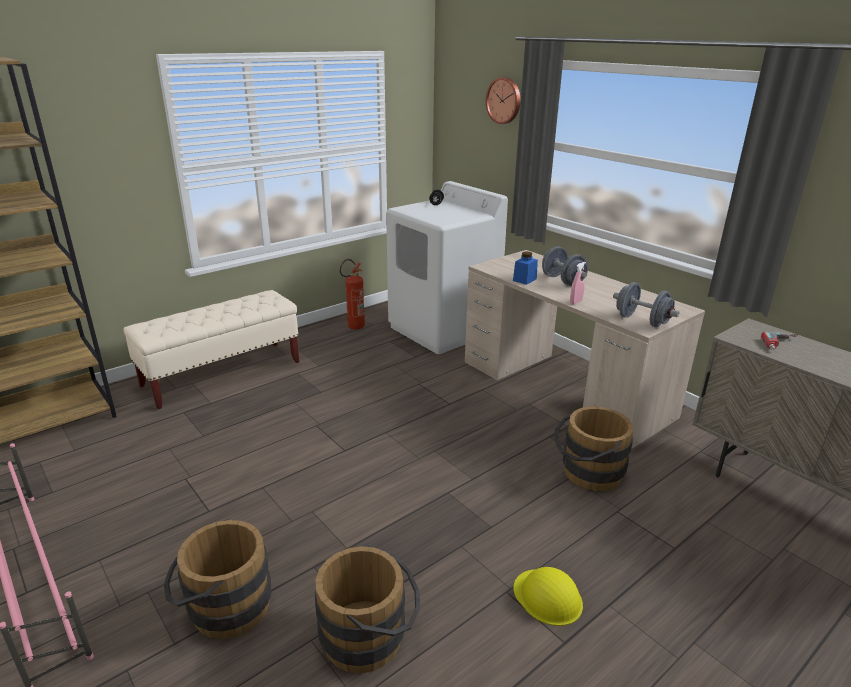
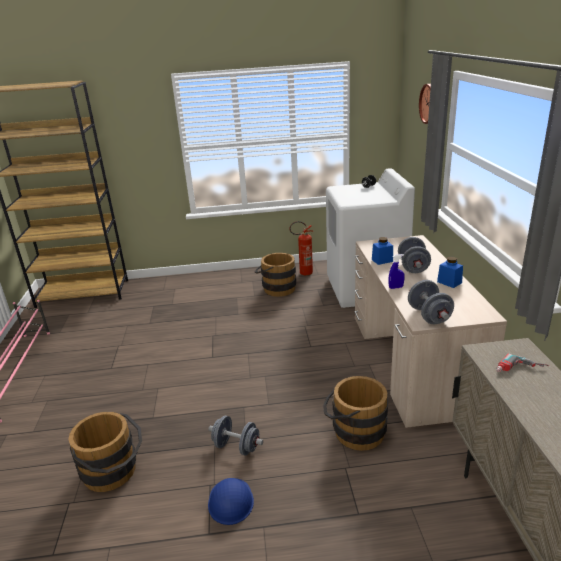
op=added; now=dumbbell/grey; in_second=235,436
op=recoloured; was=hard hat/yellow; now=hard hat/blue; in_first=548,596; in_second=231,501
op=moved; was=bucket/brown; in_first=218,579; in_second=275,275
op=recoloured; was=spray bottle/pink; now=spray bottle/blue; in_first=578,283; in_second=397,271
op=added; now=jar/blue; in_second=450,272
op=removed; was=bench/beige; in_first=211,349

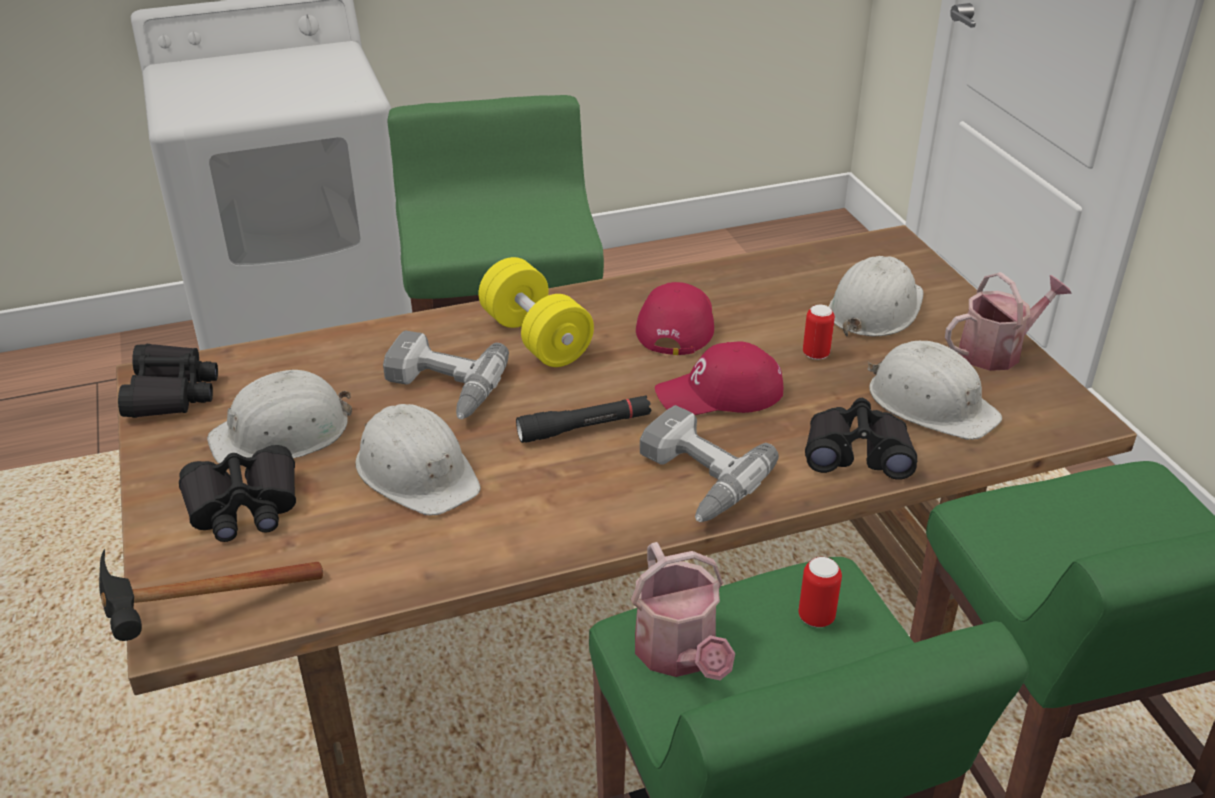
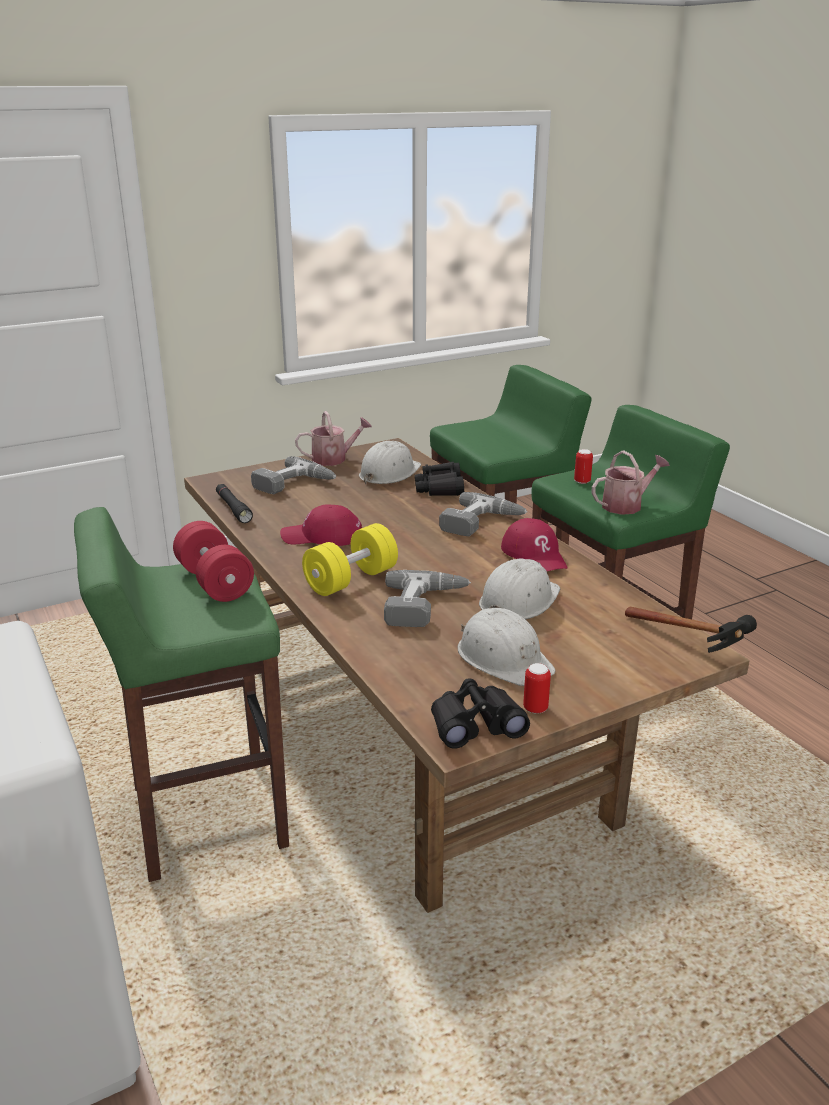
op=added; now=dumbbell/red; in_second=213,561
op=moved; was=flashlight/black; in_first=583,419; in_second=234,503
op=replaced; was=hard hat/white; now=power drill; in_first=876,296; in_second=293,475
op=turned; was=watering can; in_first=1008,321; in_second=333,438; clockwise=105
op=moved; was=cap/red; in_first=719,378; in_second=534,544
op=moved; was=can; in_first=819,332; in_second=537,688
op=removed; was=binoculars/black; in_first=237,493

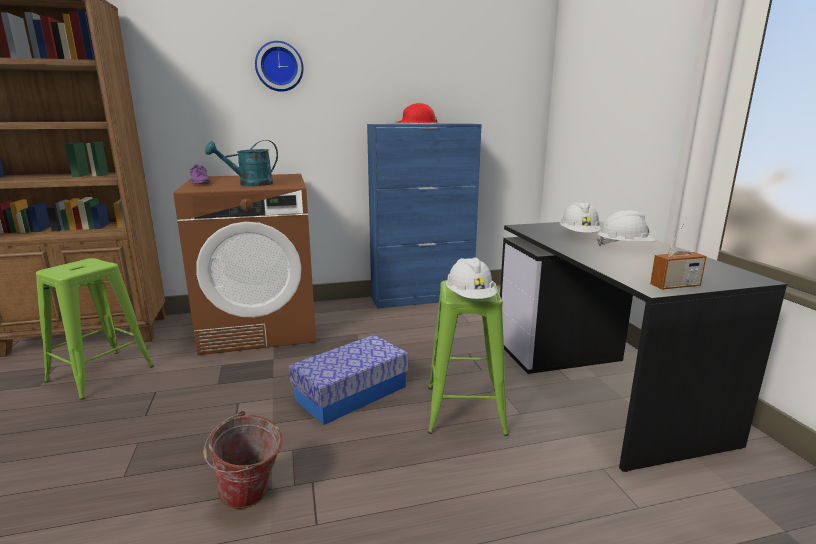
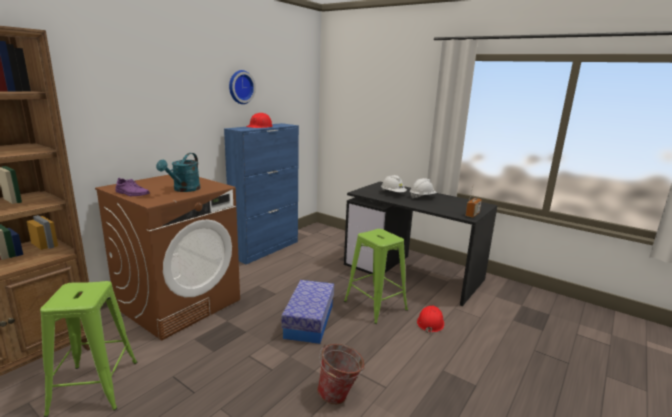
op=moved; was=wall clock; in_first=279,66; in_second=242,87
op=added; now=hard hat/red; in_second=430,319
op=removed; was=hard hat/white; in_first=471,278

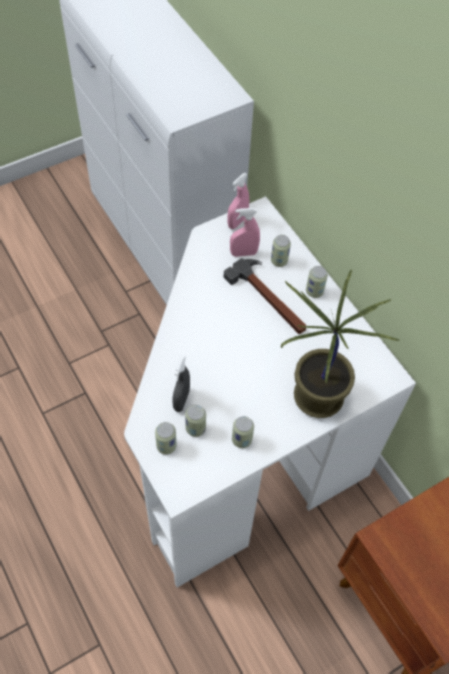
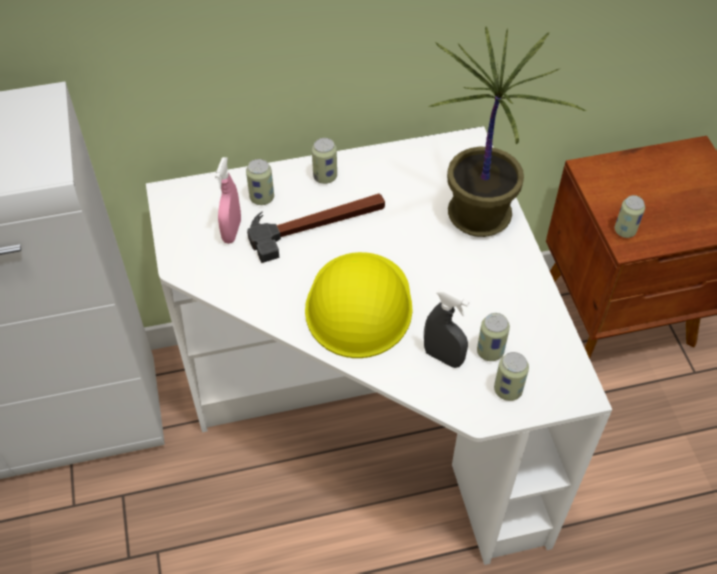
op=added; now=hard hat/yellow; in_second=359,305
op=moved; was=can; in_first=243,432; in_second=630,216
op=removed; was=spray bottle/pink; in_first=238,201

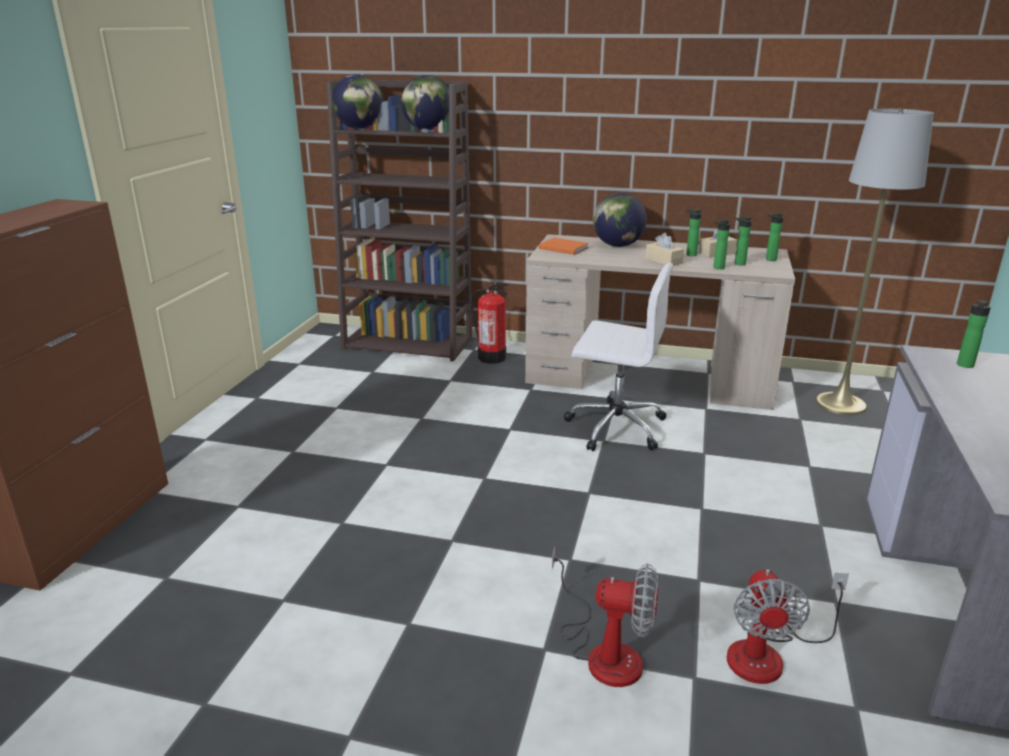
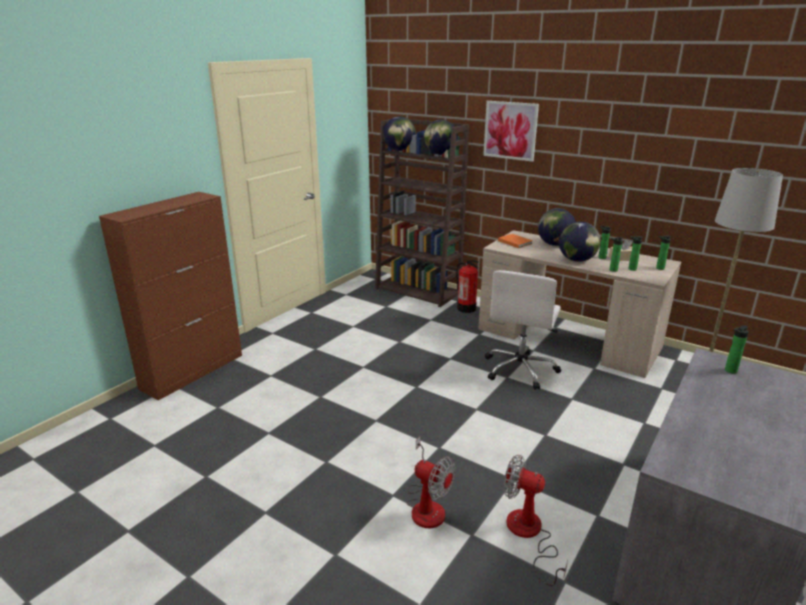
op=added; now=picture; in_second=511,131
op=turned; was=office chair/white; in_first=618,357; in_second=523,330; clockwise=75
op=turned; was=fan; in_first=788,626; in_second=535,520; clockwise=90
op=replaced; was=tissue box/beige; now=globe; in_first=664,249; in_second=580,241

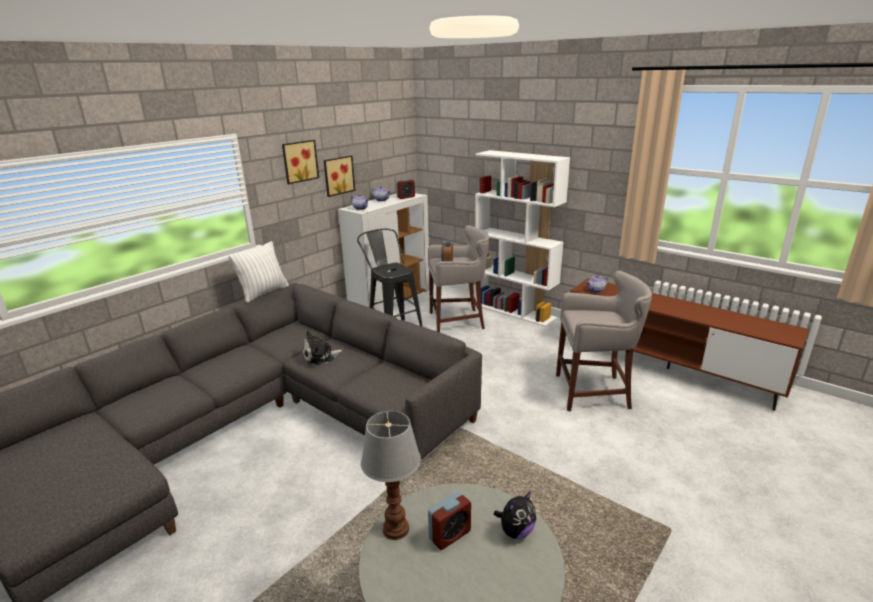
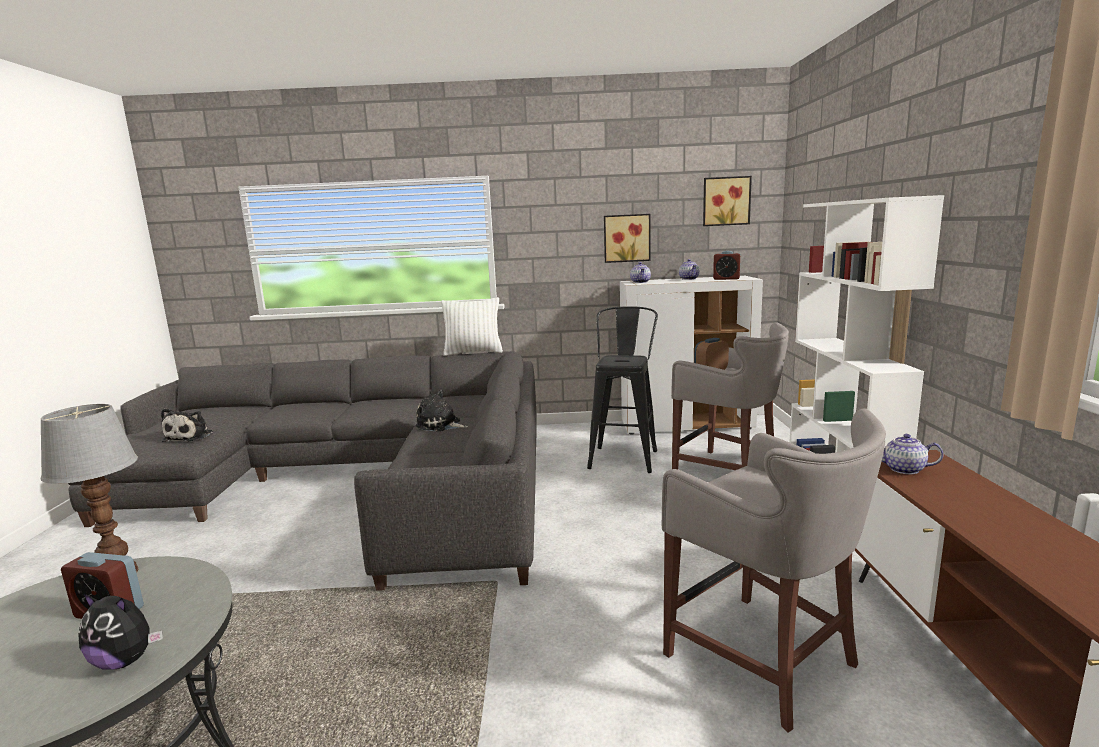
op=added; now=plush toy; in_second=187,425
op=moved; was=picture; in_first=300,162; in_second=727,201

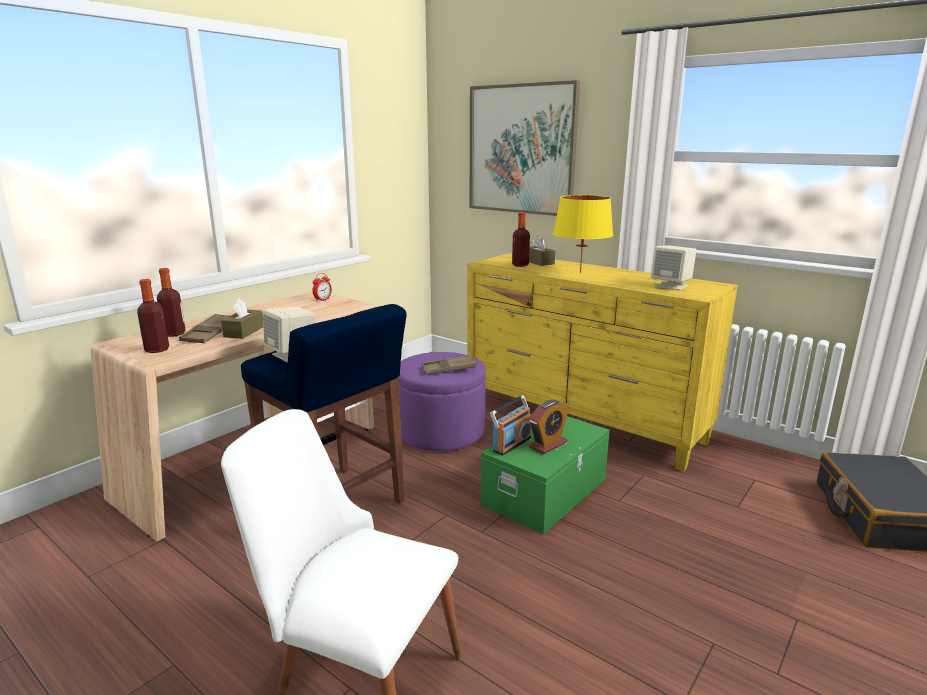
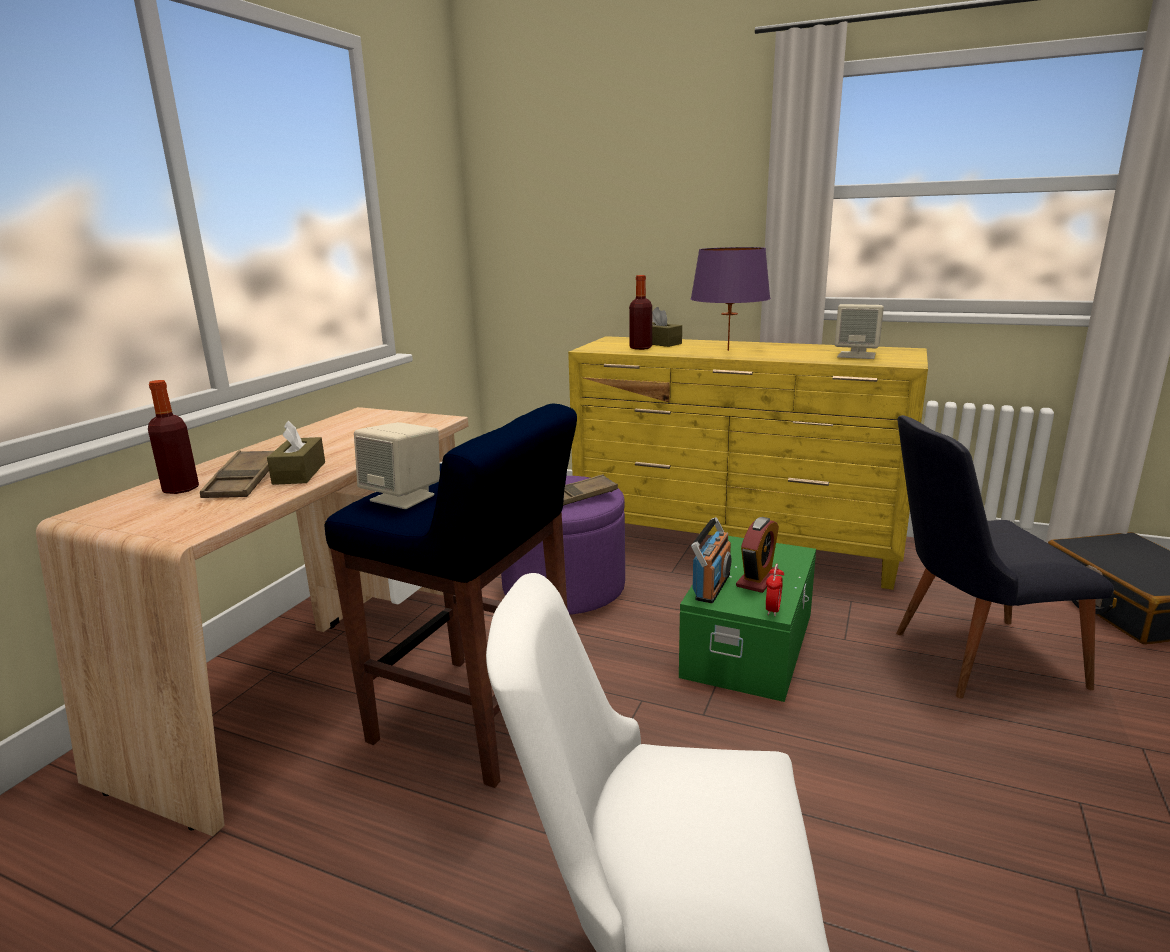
op=recoloured; was=table lamp/yellow; now=table lamp/purple; in_first=583,234; in_second=731,299
op=moved; was=alarm clock; in_first=322,287; in_second=775,590
op=added; now=chair/black; in_second=1005,556
op=removed; was=bottle; in_first=153,316
op=removed; was=picture; in_first=525,148

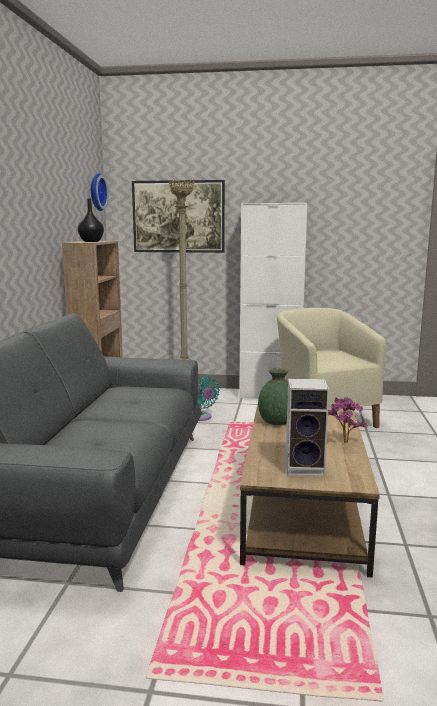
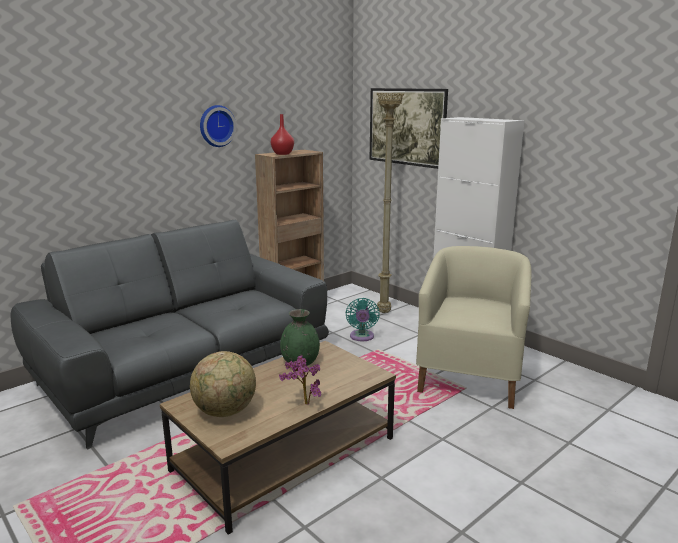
op=replaced; was=speaker; now=globe; in_first=307,427; in_second=223,384
op=moved; was=wall clock; in_first=99,192; in_second=218,126
op=recoloured; was=vase/black; now=vase/red; in_first=91,220; in_second=282,134

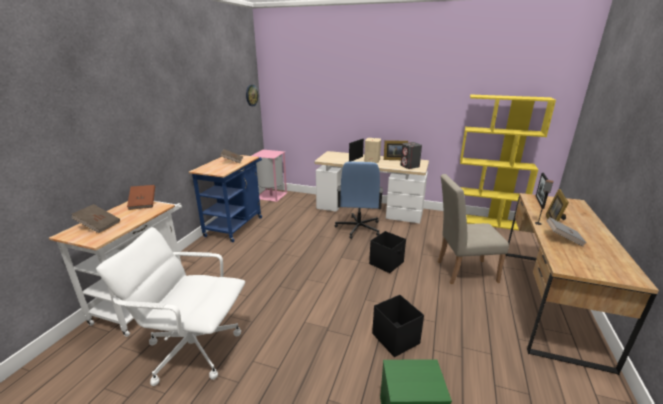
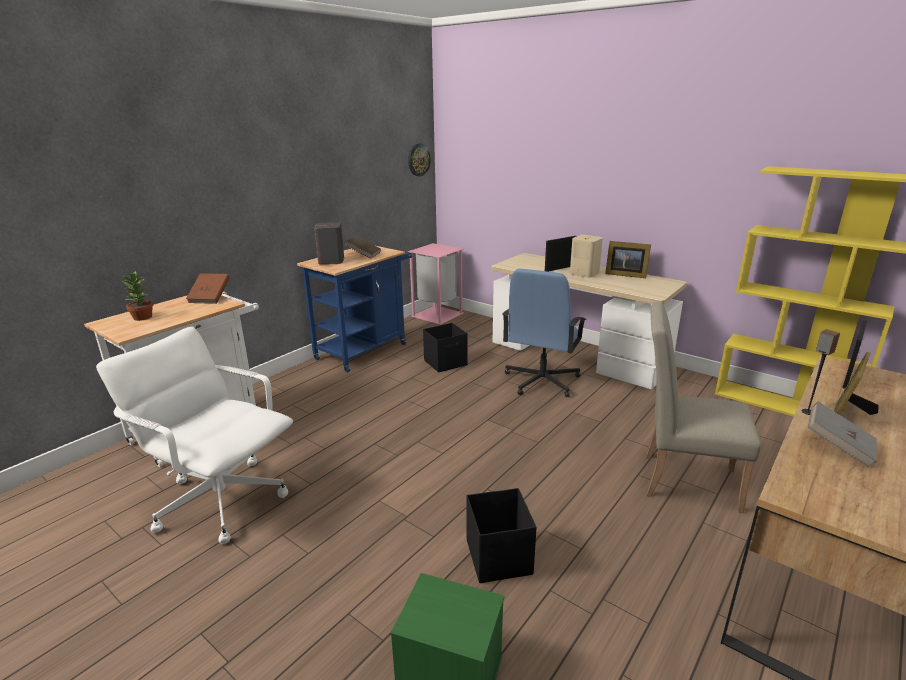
op=replaced; was=book/brown; now=potted plant; in_first=96,218; in_second=138,295
op=moved; was=speaker/grey; in_first=411,155; in_second=329,244
op=moved; was=storage box/black; in_first=387,252; in_second=445,348

